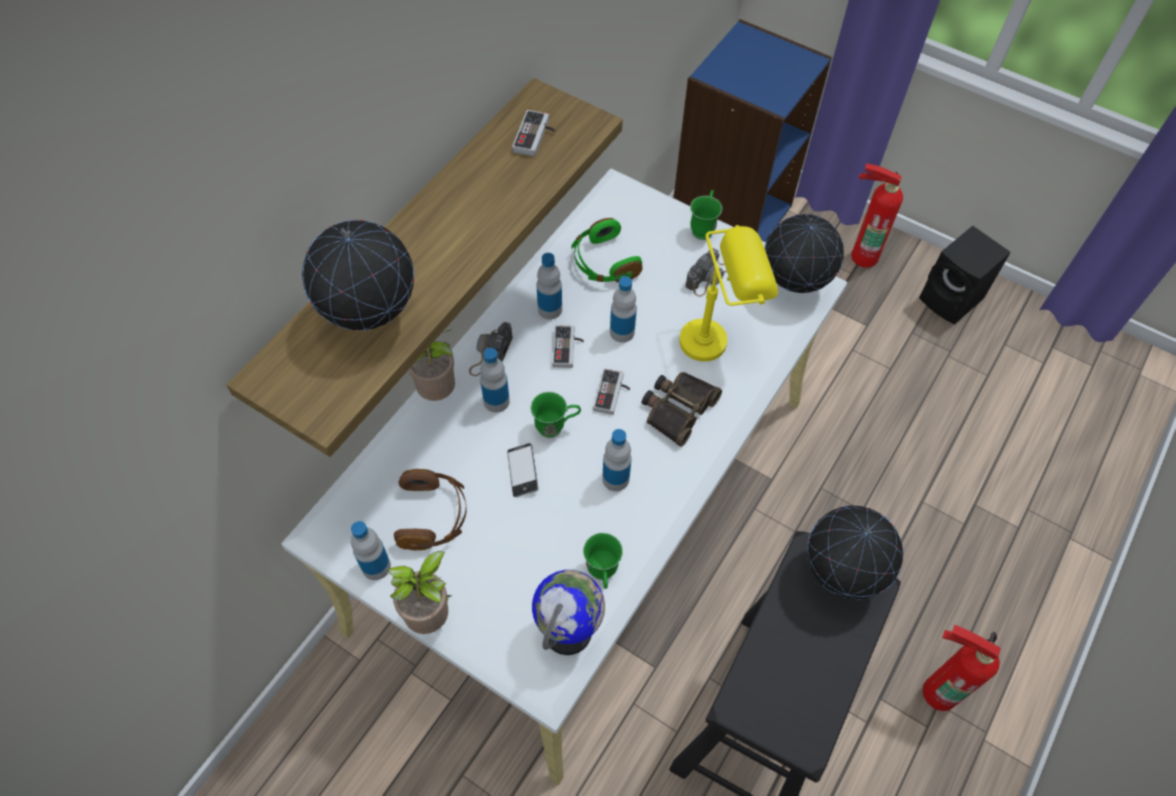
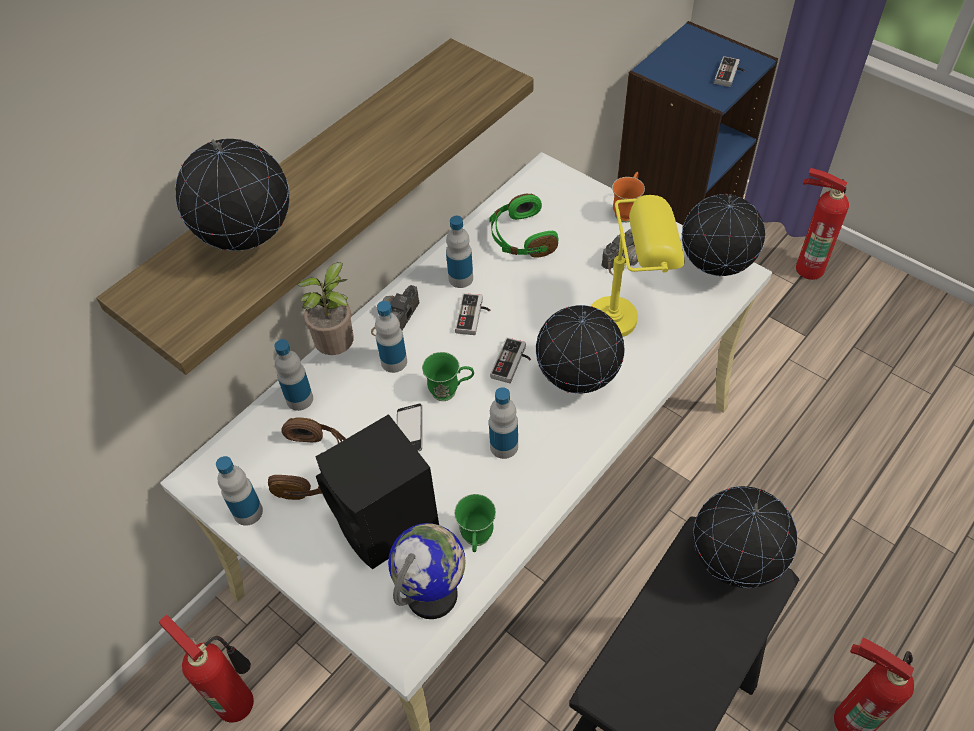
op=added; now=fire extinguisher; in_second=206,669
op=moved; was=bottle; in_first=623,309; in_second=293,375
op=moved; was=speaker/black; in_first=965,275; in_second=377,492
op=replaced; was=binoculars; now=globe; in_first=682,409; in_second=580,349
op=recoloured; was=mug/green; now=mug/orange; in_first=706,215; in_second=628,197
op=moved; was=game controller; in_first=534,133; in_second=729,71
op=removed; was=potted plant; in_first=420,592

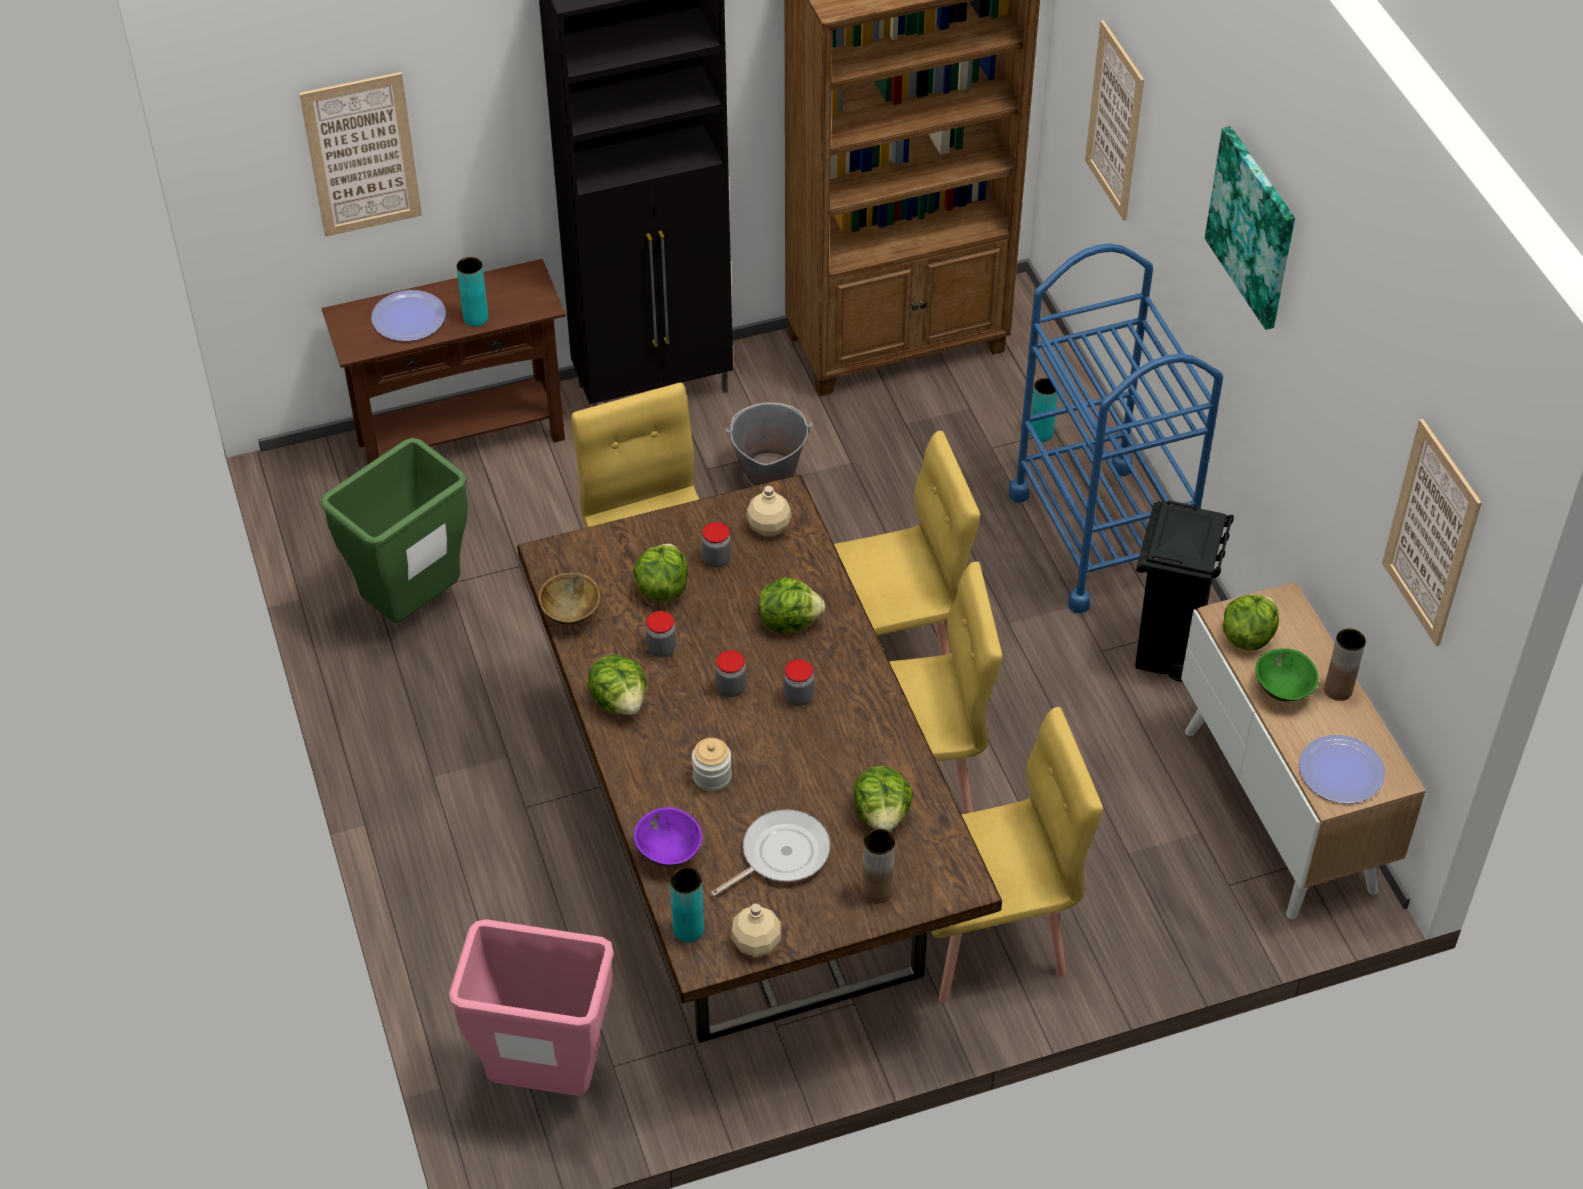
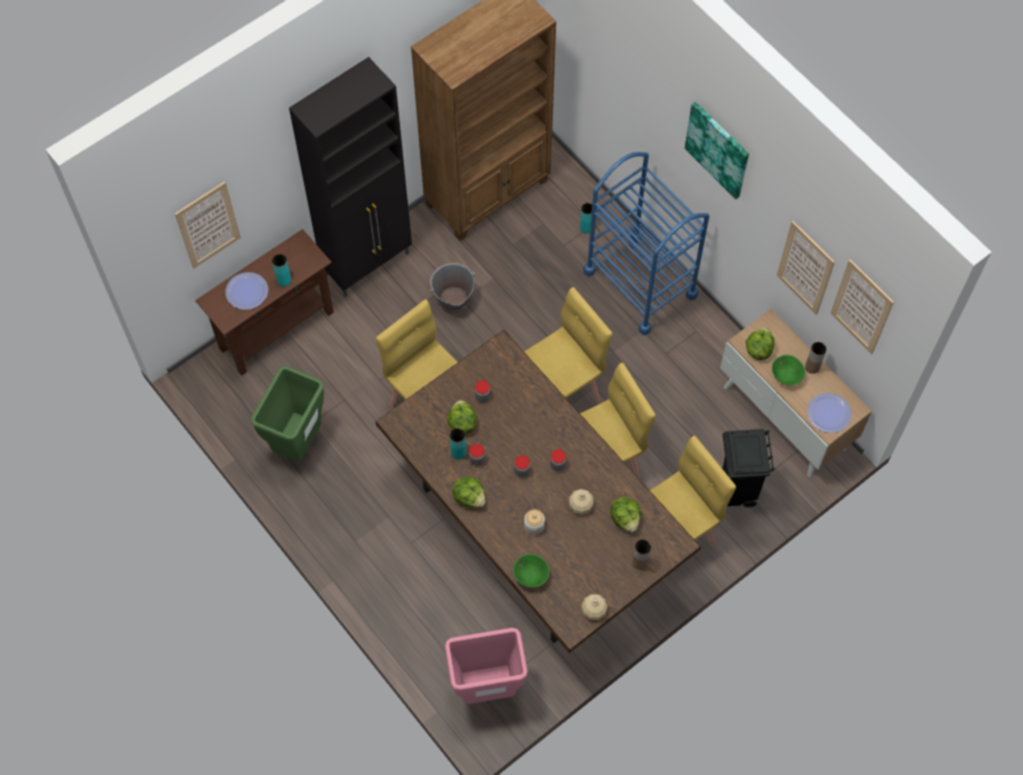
op=moved; was=vase/turquoise; in_first=687,904; in_second=458,443
op=recoloured; was=bowl/purple; now=bowl/green; in_first=668,836; in_second=531,571
op=moved; was=bottle/beige; in_first=769,511; in_second=581,502
op=moved; was=trash can/black; in_first=1184,591; in_second=748,468
op=moved; was=picture; in_first=1114,120; in_second=806,268
op=removed; was=bowl/brown; in_first=569,599
op=removed; was=frying pan; in_first=770,852
op=removed; was=lettuce; in_first=791,605

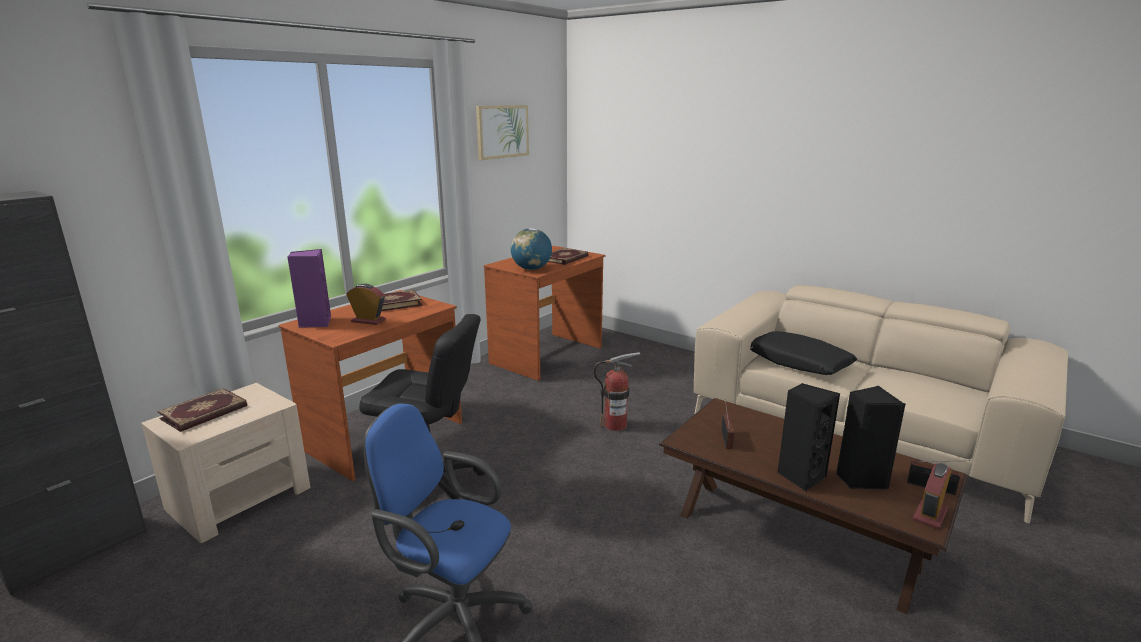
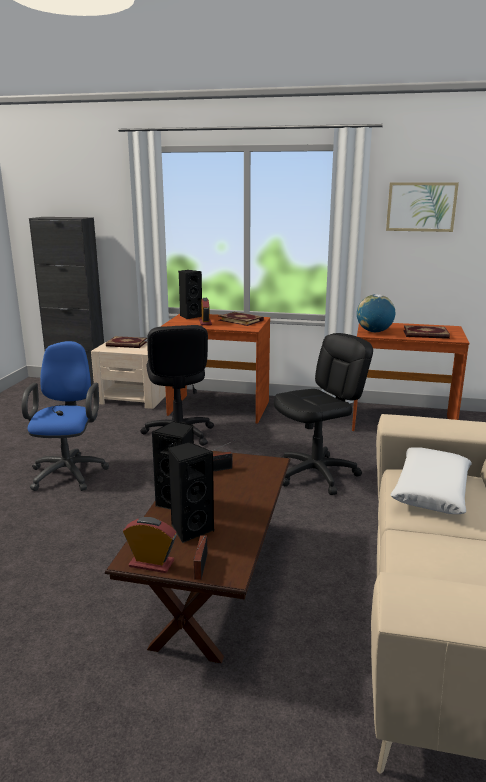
op=recoloured; was=speaker/purple; now=speaker/black; in_first=309,288; in_second=190,294
op=replaced; was=fire extinguisher; now=office chair/black; in_first=617,391; in_second=323,414
op=recoloured; was=pillow/black; now=pillow/white; in_first=803,353; in_second=431,480

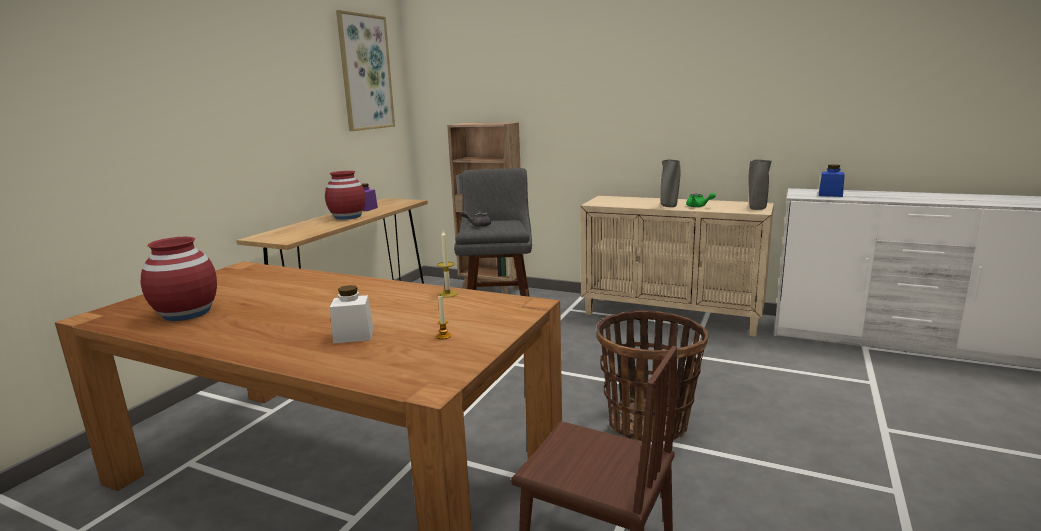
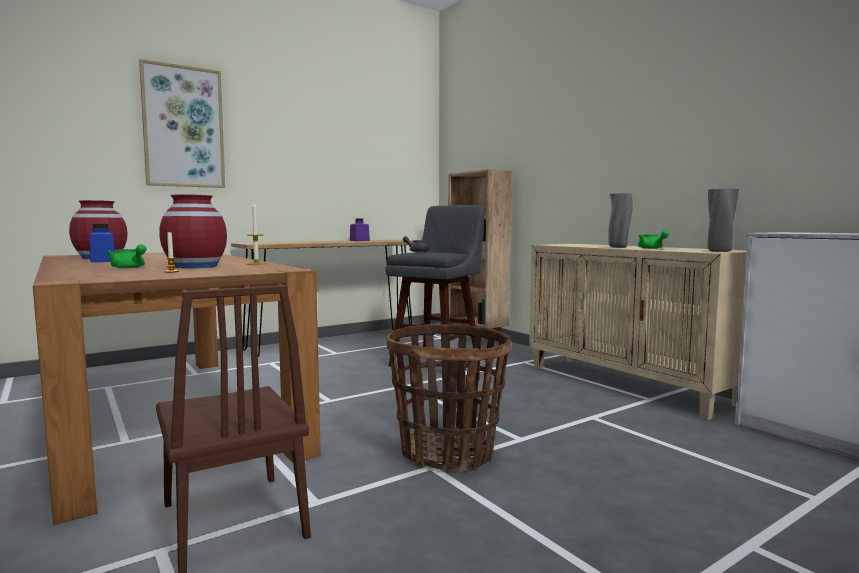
op=moved; was=jar/blue; in_first=832,180; in_second=102,243
op=replaced; was=jar/white; now=teapot/green; in_first=351,314; in_second=126,256
op=moved; was=picture; in_first=365,70; in_second=182,123
op=moved; was=vase/red; in_first=345,195; in_second=193,231

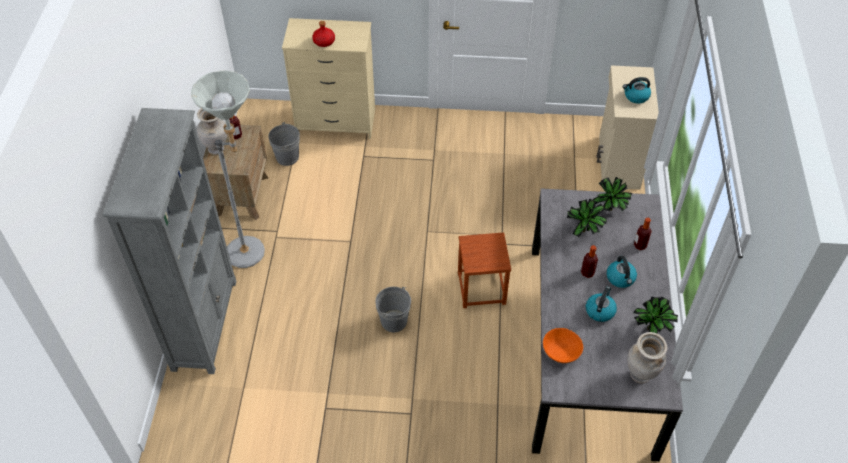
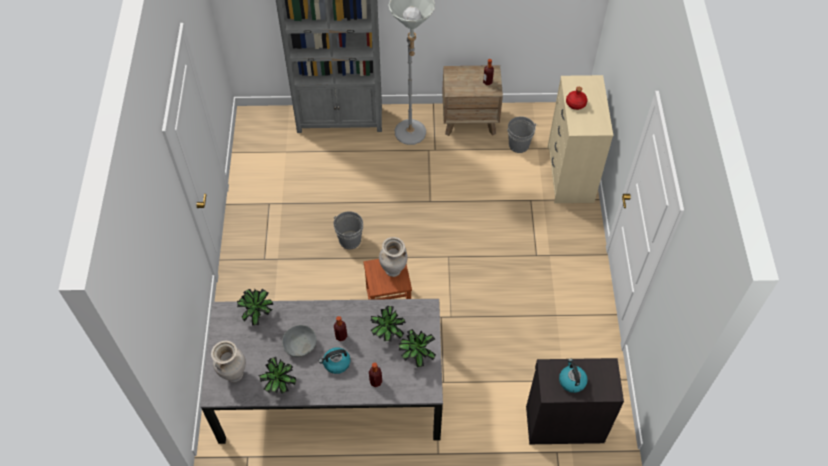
op=replaced; was=bowl/orange; now=potted plant; in_first=563,345; in_second=255,307
op=replaced; was=kettle; now=bowl/grey; in_first=601,304; in_second=299,341
op=moved; was=vase/beige; in_first=212,132; in_second=393,257
op=recoloured; was=cabinet/beige; now=cabinet/black; in_first=628,127; in_second=575,401

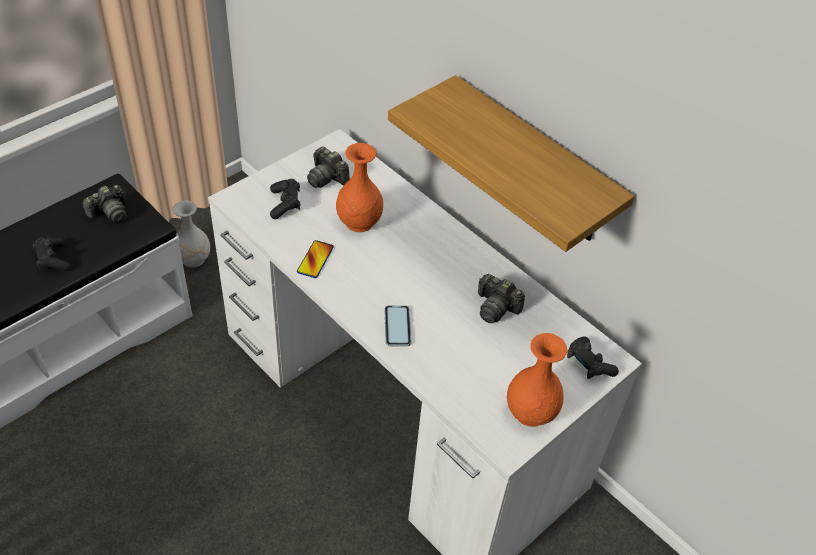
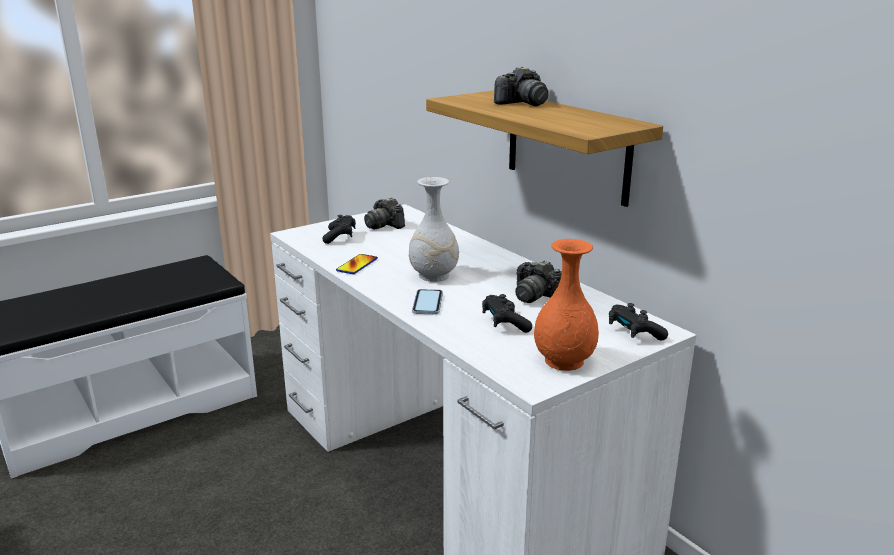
op=moved; was=vase/white; in_first=191,234; in_second=434,229
op=moved; was=game controller/black; in_first=51,254; in_second=507,313
op=moved; was=photo camera; in_first=105,204; in_second=521,86
op=removed; was=vase/orange; in_first=359,187

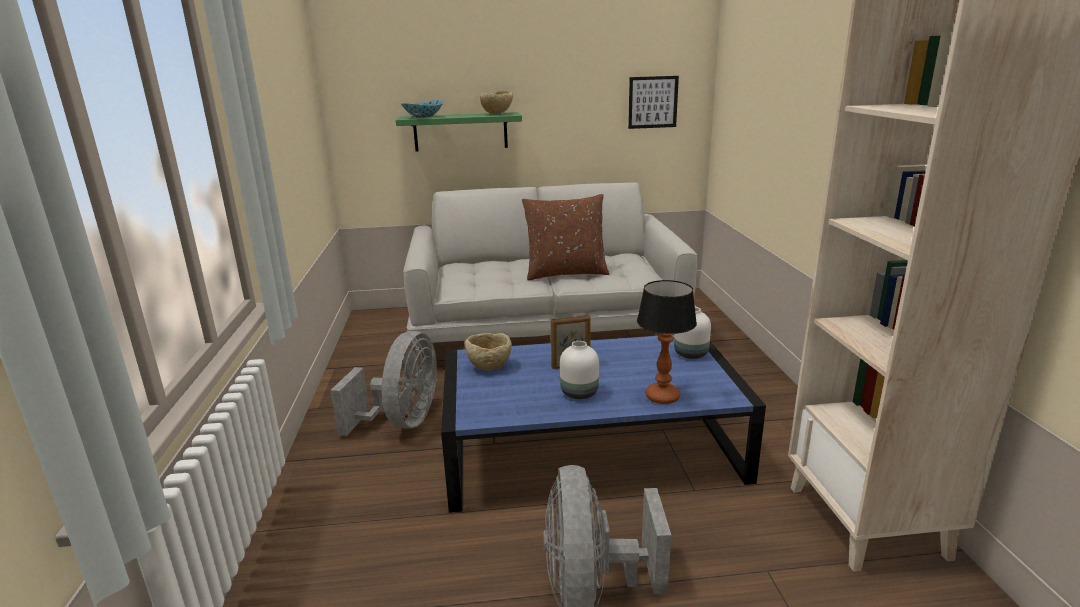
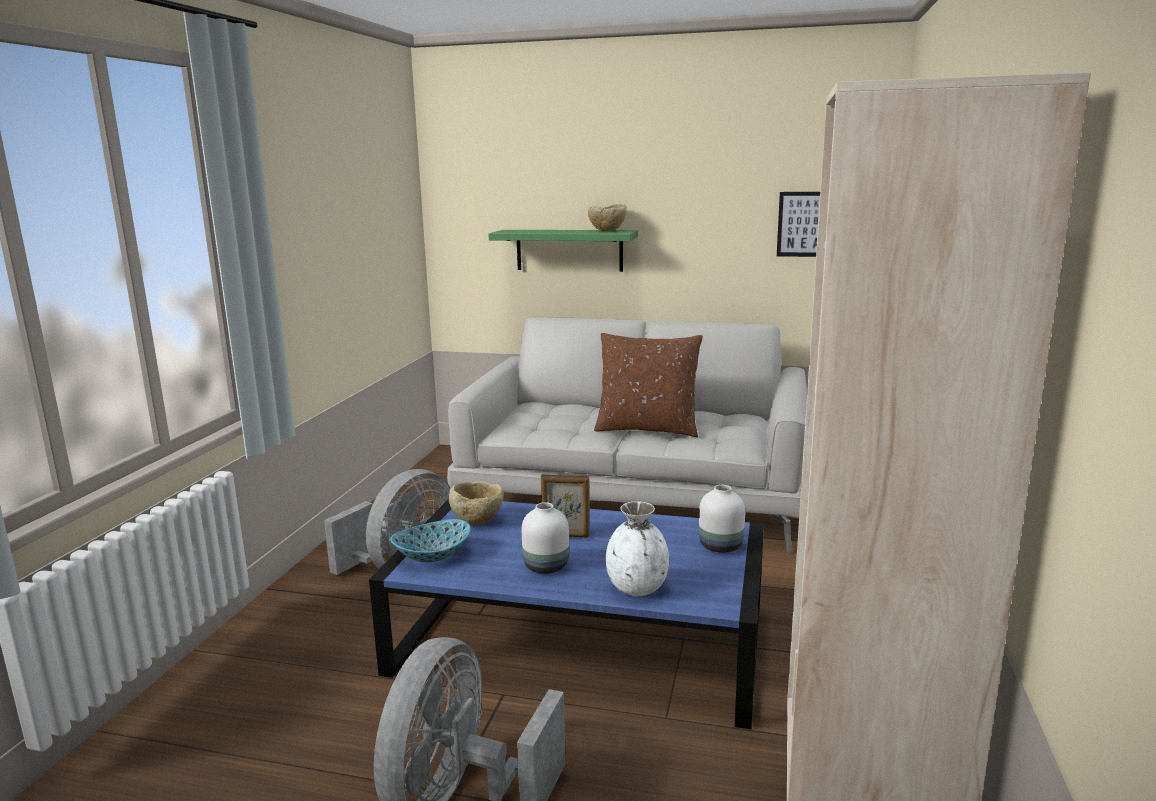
op=moved; was=bowl; in_first=422,109; in_second=430,540
op=replaced; was=table lamp; now=vase/white; in_first=667,342; in_second=637,548

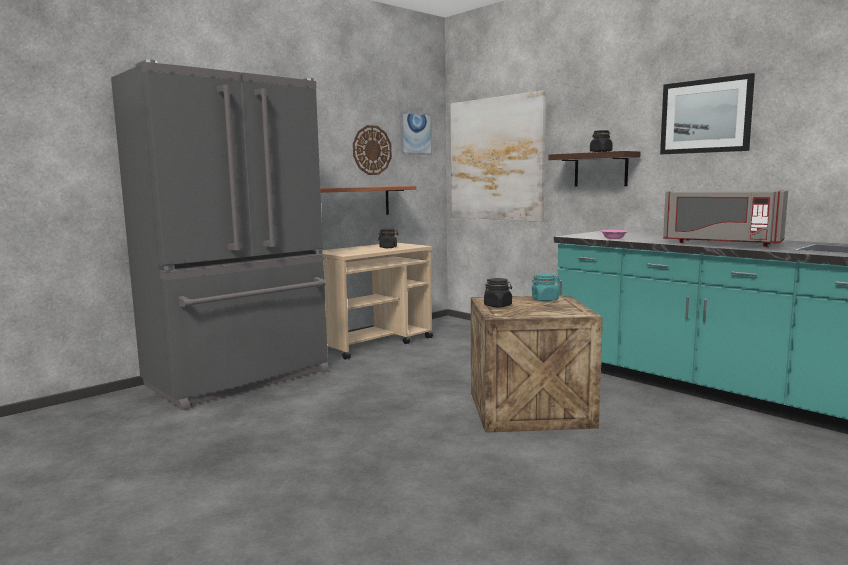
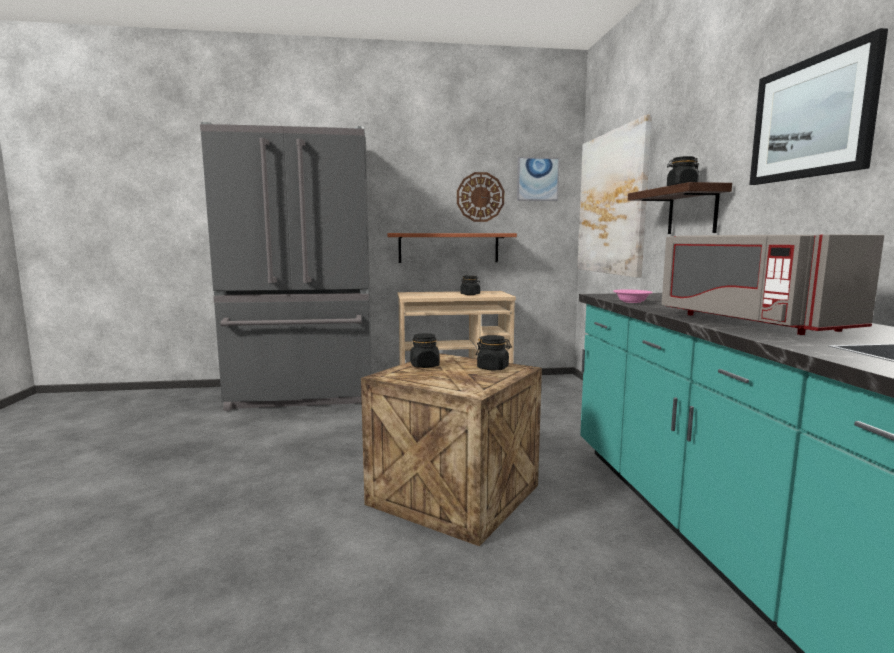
op=recoloured; was=jar/turquoise; now=jar/black; in_first=545,287; in_second=494,352

